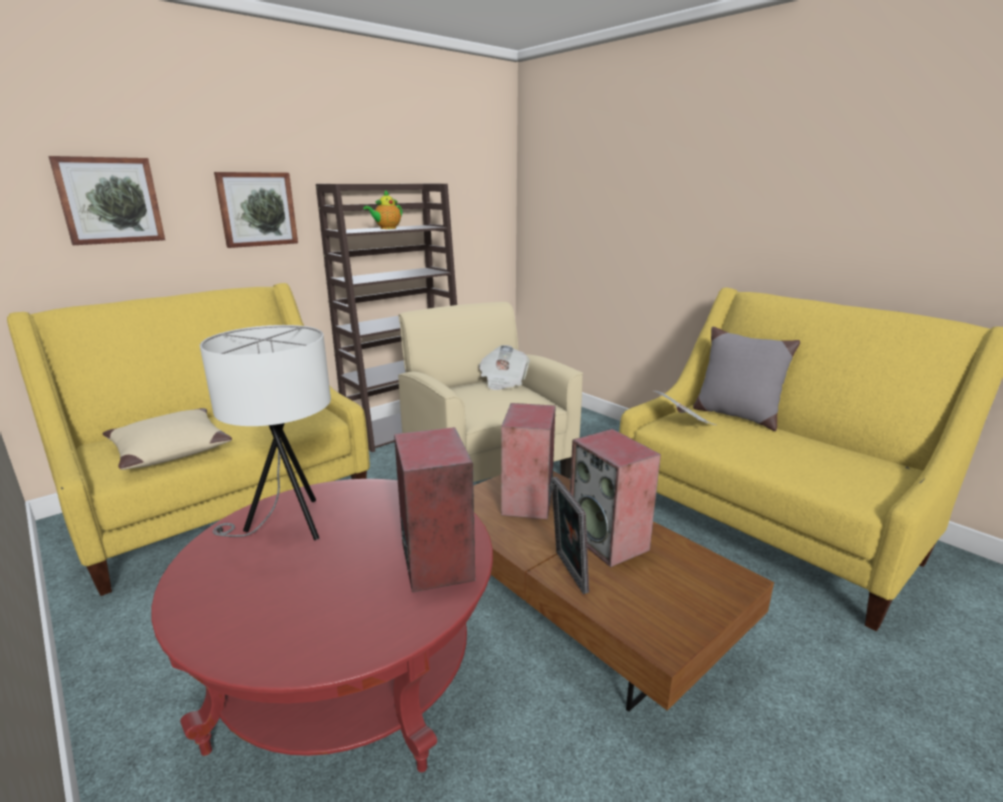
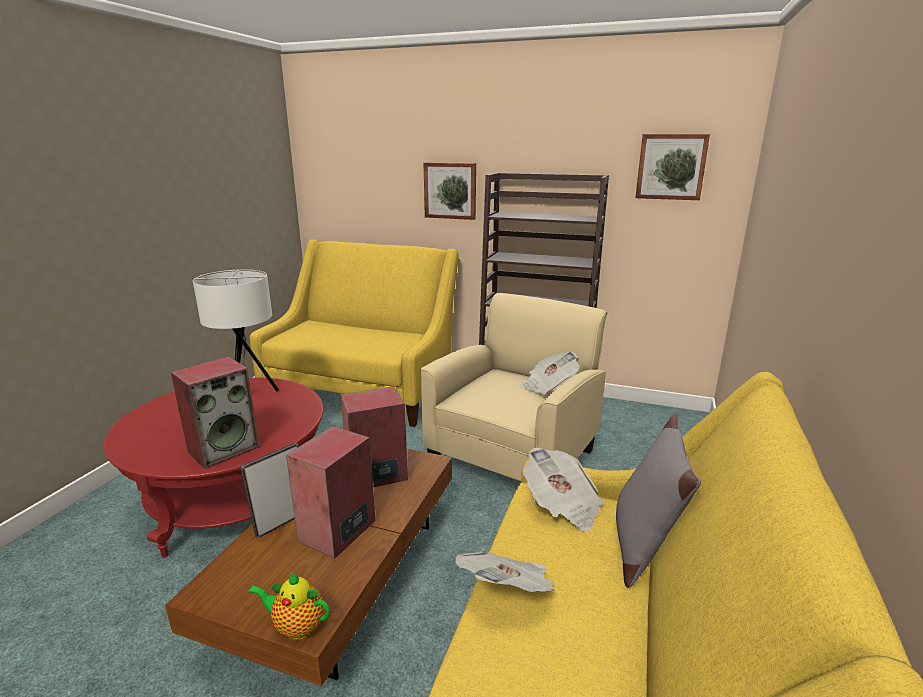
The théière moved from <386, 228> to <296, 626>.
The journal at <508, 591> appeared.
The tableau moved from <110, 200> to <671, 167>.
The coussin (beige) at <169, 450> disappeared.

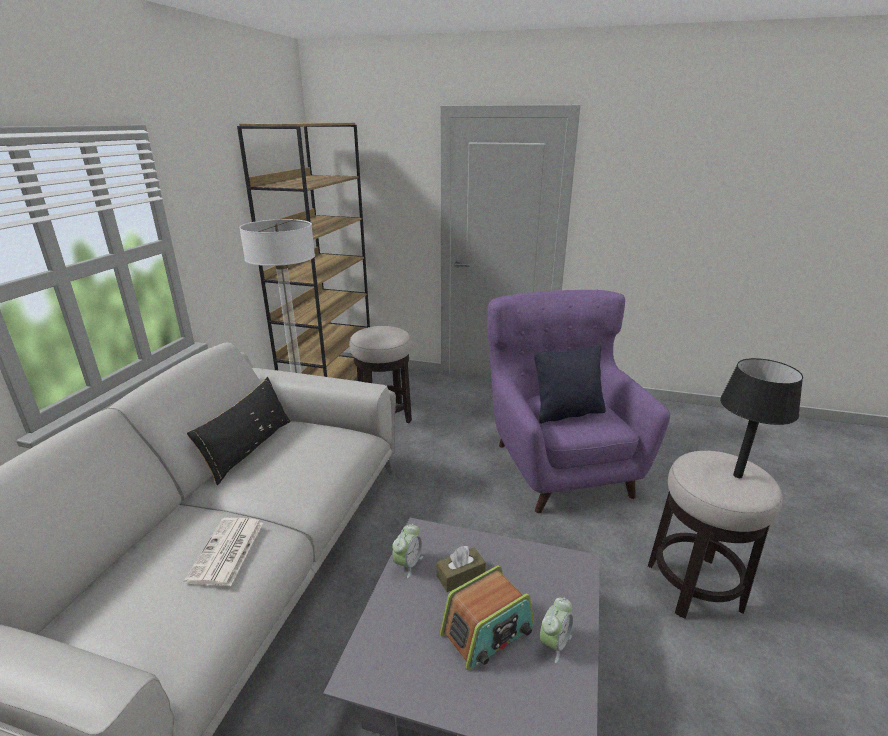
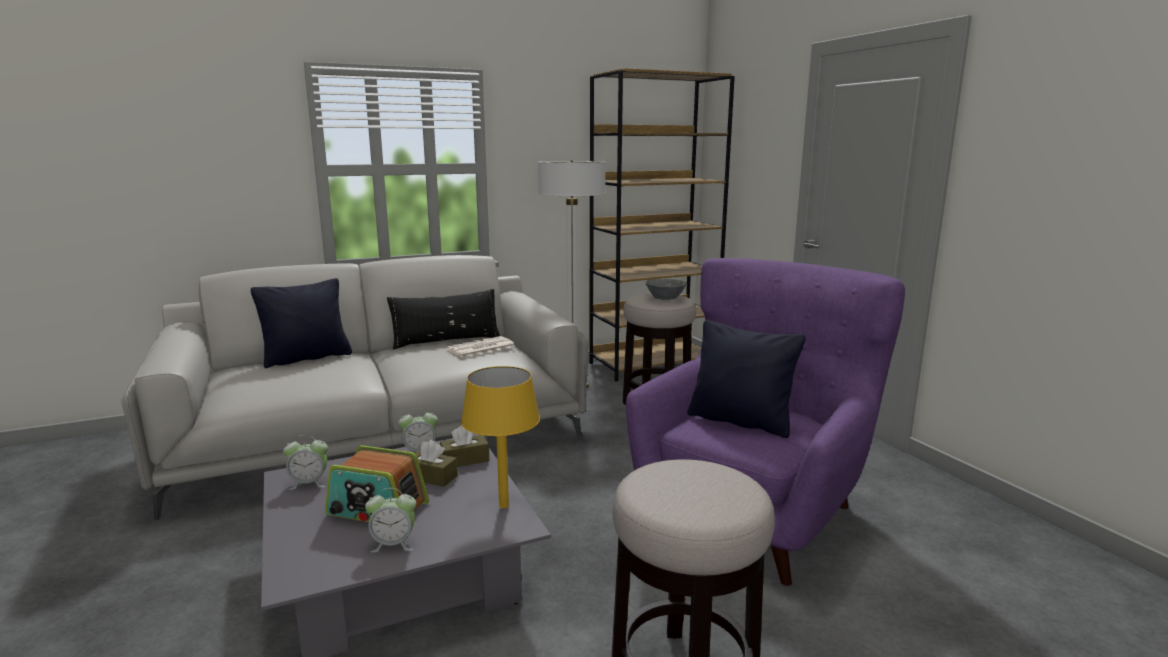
The coussin (noir) at <307, 358> appeared.
The réveil at <309, 483> appeared.
The boîte à mouchoirs (marron) at <465, 460> appeared.
The journal moved from <226, 552> to <480, 348>.
The lampe de table (jaune) at <503, 505> appeared.
The bol (gris) at <665, 298> appeared.
The lampe de table (noir) at <737, 475> disappeared.

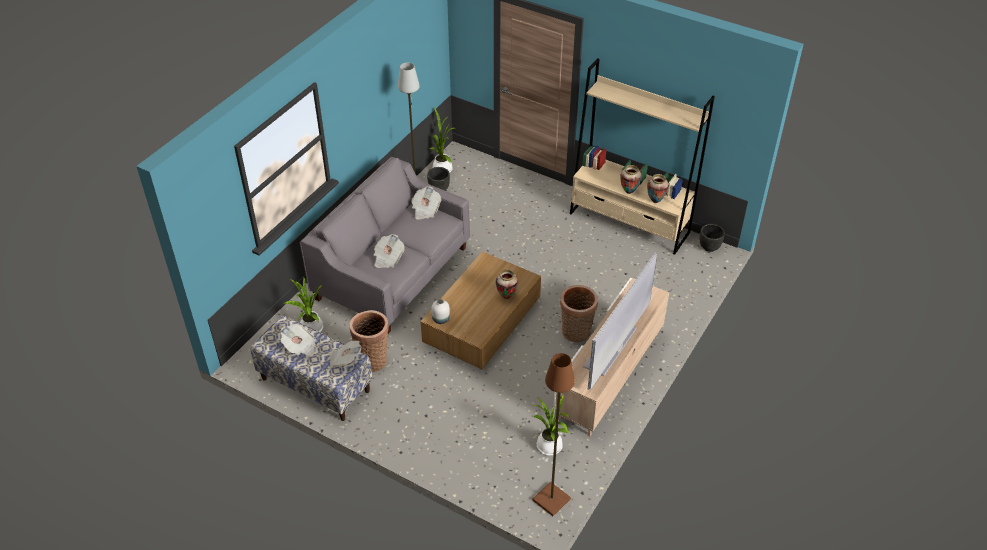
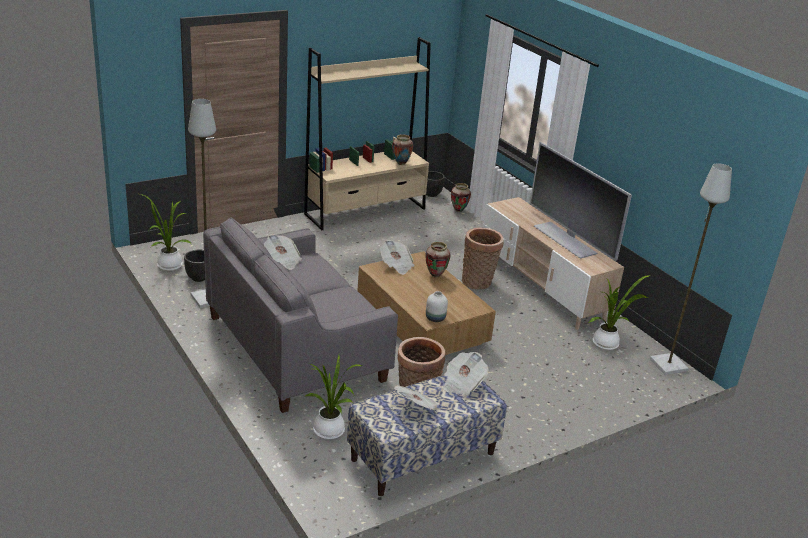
The journal moved from <388, 258> to <396, 265>.
The vase moved from <629, 191> to <458, 210>.
The lampadaire (marron) at <551, 499> became the lampadaire (gris) at <667, 365>.

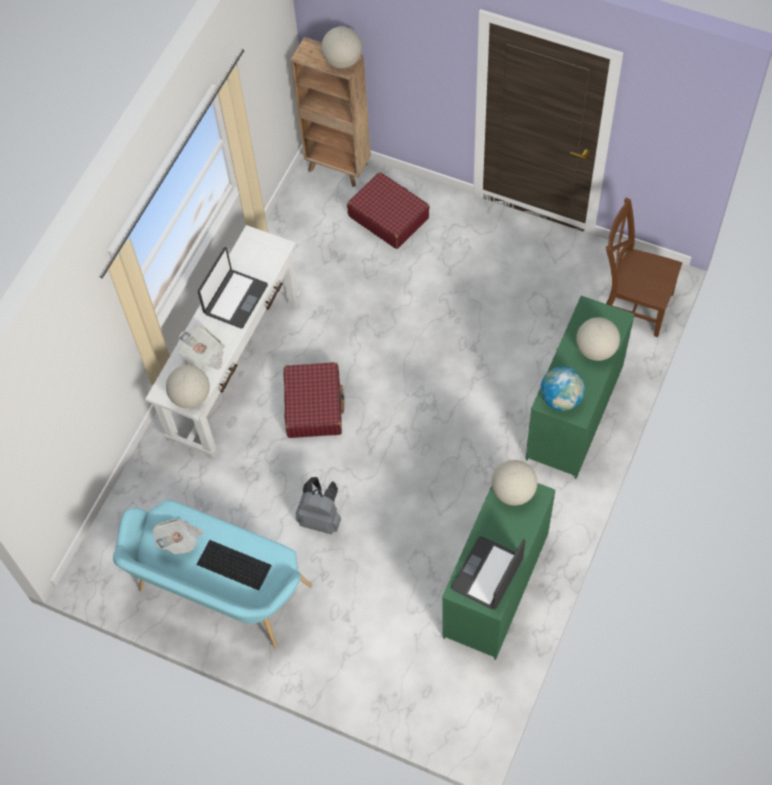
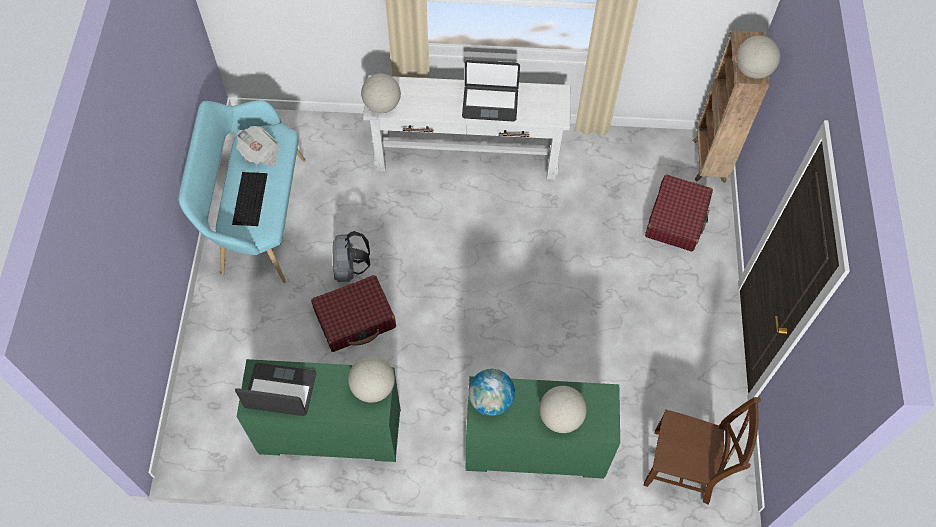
The valise (rouge) moved from <314, 405> to <355, 318>.
The chaise (marron) at <633, 304> turned 105 degrees clockwise.
The journal at <204, 355> disappeared.

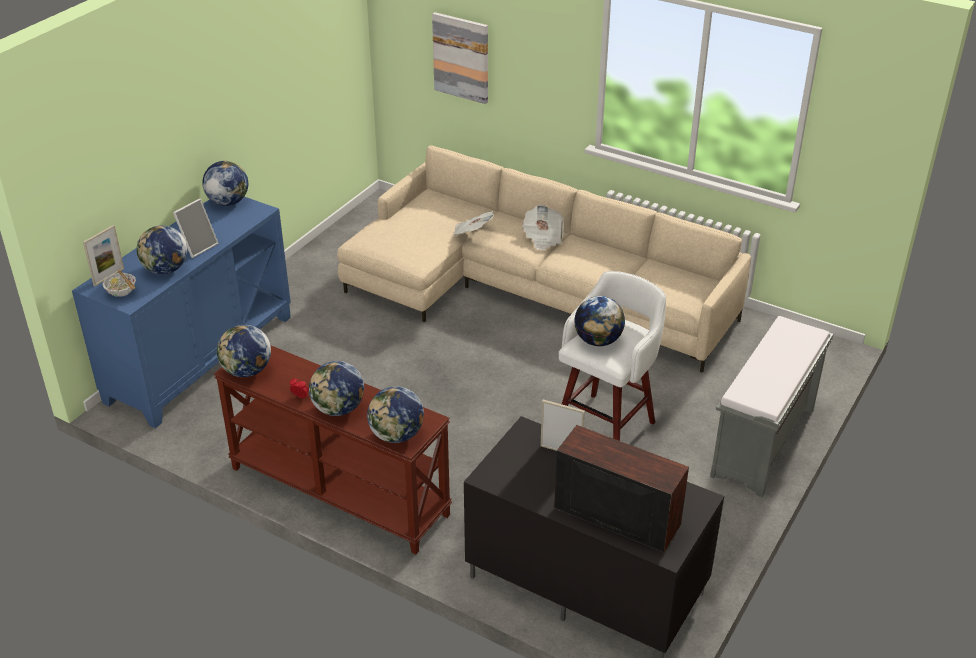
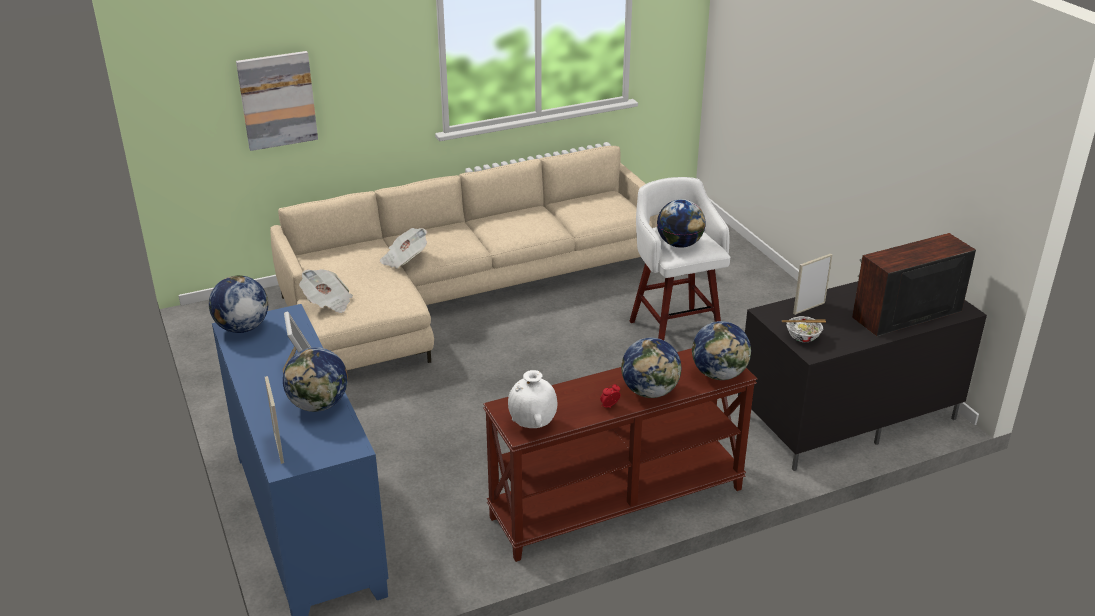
The journal moved from <543, 238> to <328, 302>.
The globe at <247, 371> was replaced by the vase (blanc) at <532, 425>.
The bol moved from <122, 292> to <803, 337>.
The banc (gris) at <763, 443> disappeared.

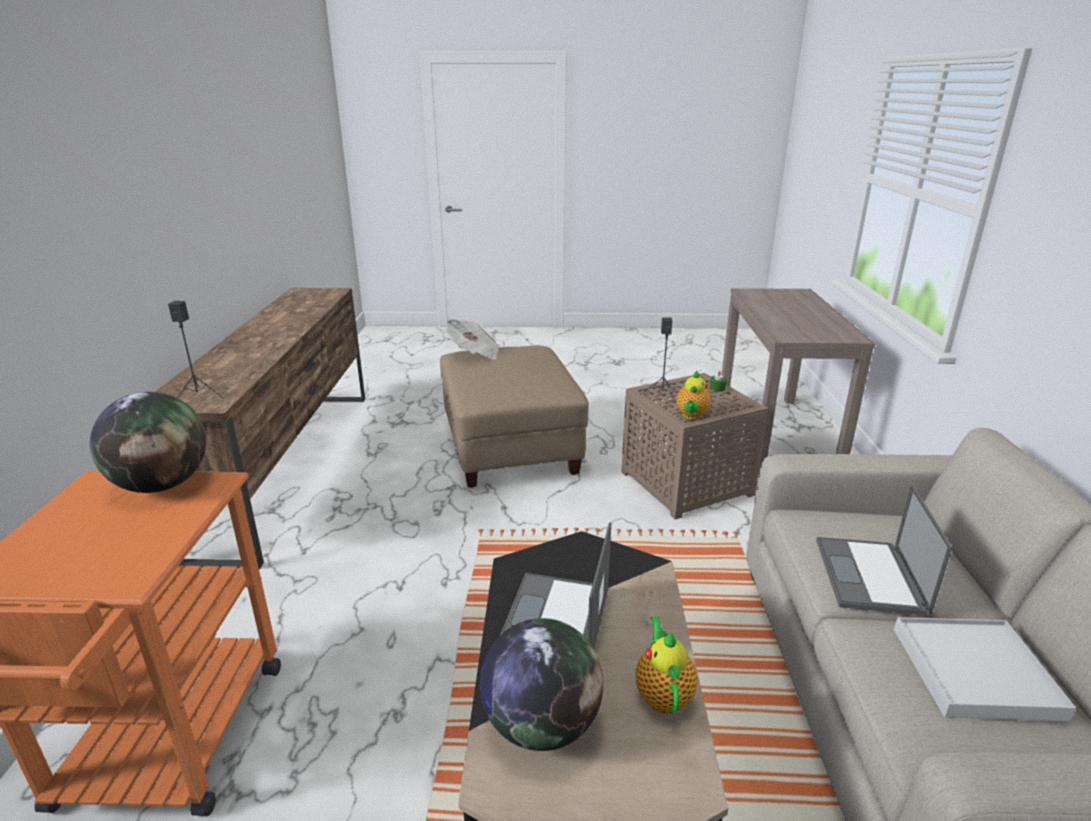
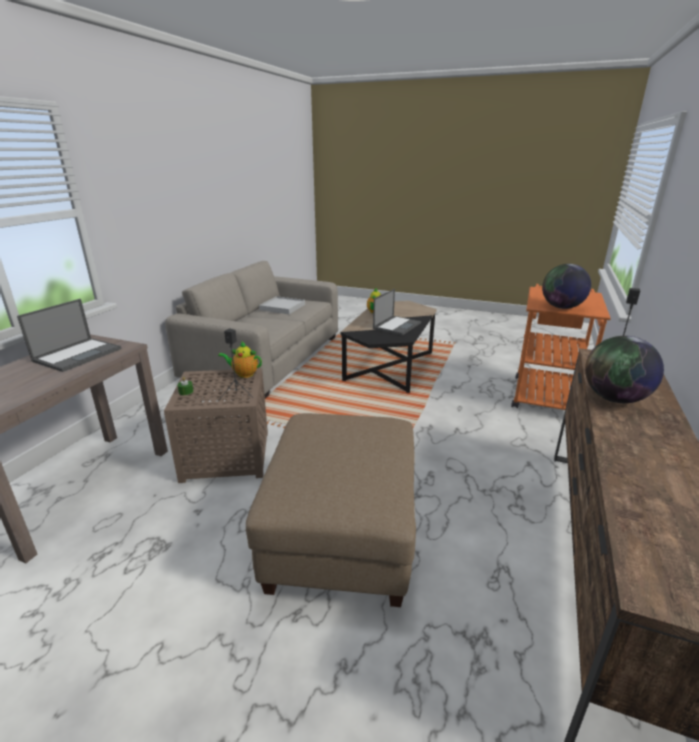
The ordinateur portable moved from <870, 576> to <78, 354>.
The théière at <691, 416> turned 120 degrees counterclockwise.
The globe moved from <541, 725> to <614, 399>.
The journal at <474, 353> disappeared.

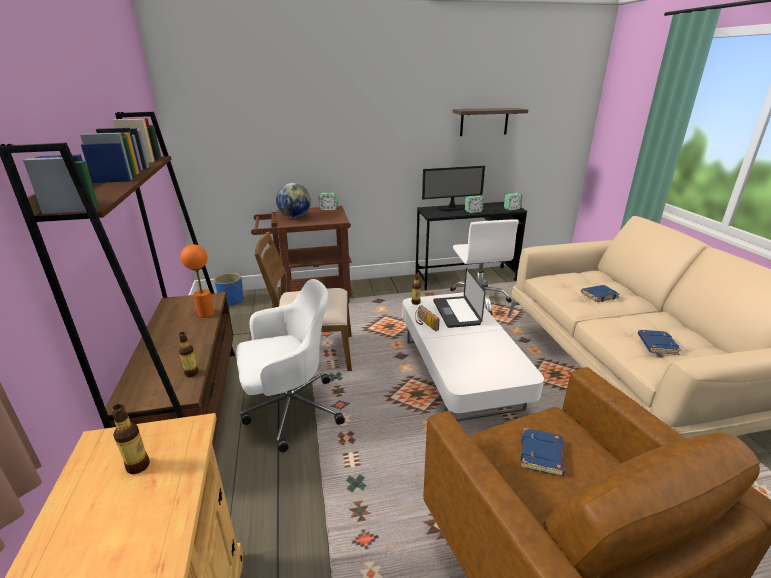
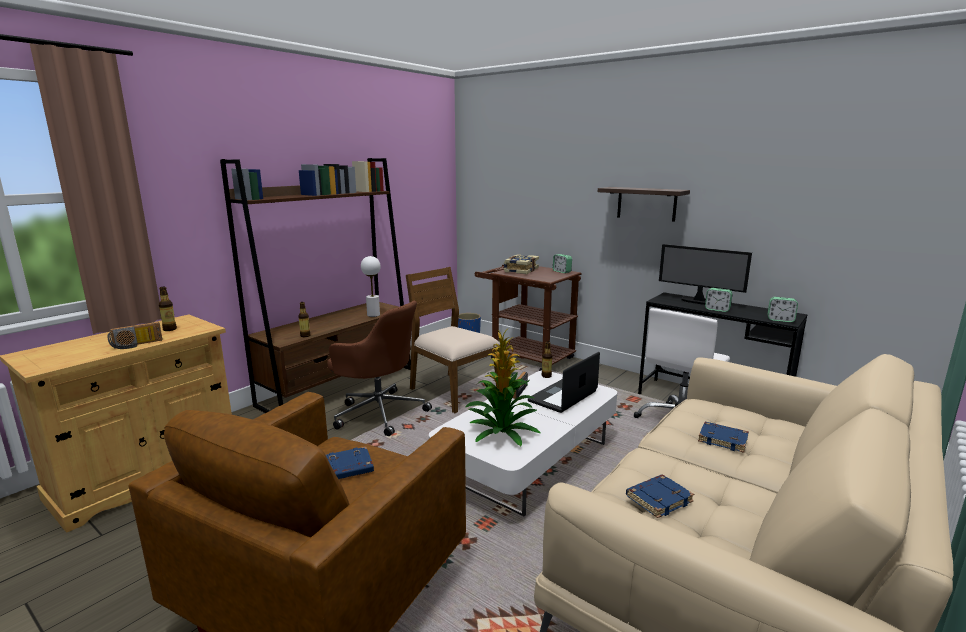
The radio at <137, 345> appeared.
The chaise de bureau (blanc) at <290, 410> became the chaise de bureau (marron) at <379, 412>.
The lampe de table (orange) at <206, 314> became the lampe de table (blanc) at <373, 315>.
The plante en pot at <502, 432> appeared.
The globe at <295, 217> was replaced by the livre at <520, 270>.
The étagère moved from <484, 122> to <646, 203>.

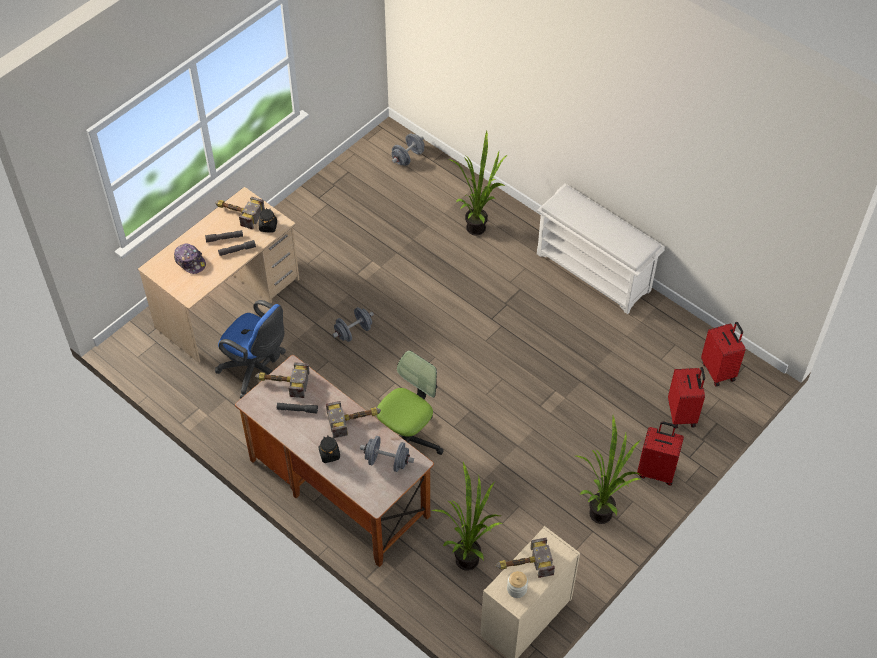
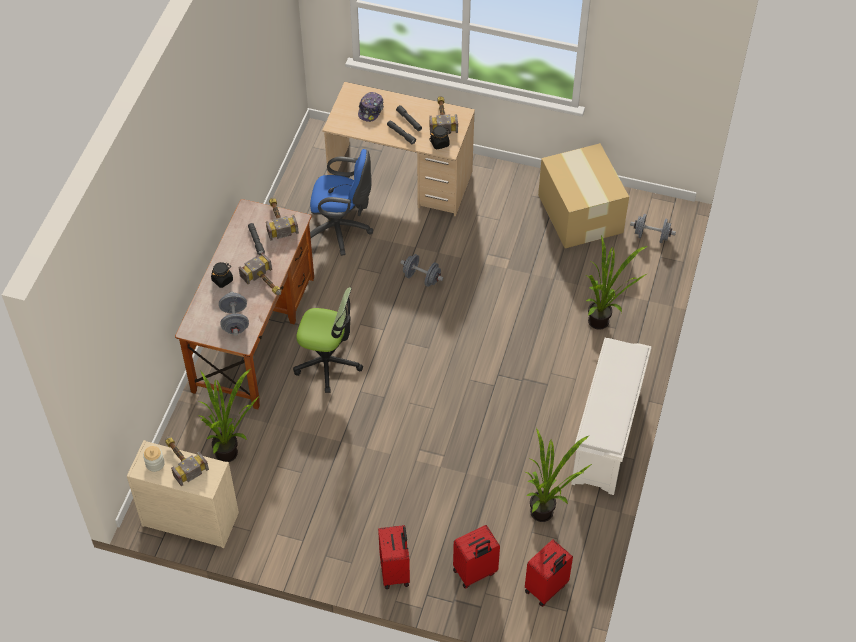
The chaise de bureau (bleu) at <257, 372> turned 90 degrees counterclockwise.
The plante en pot moved from <603, 510> to <547, 513>.
The carton at <580, 212> appeared.

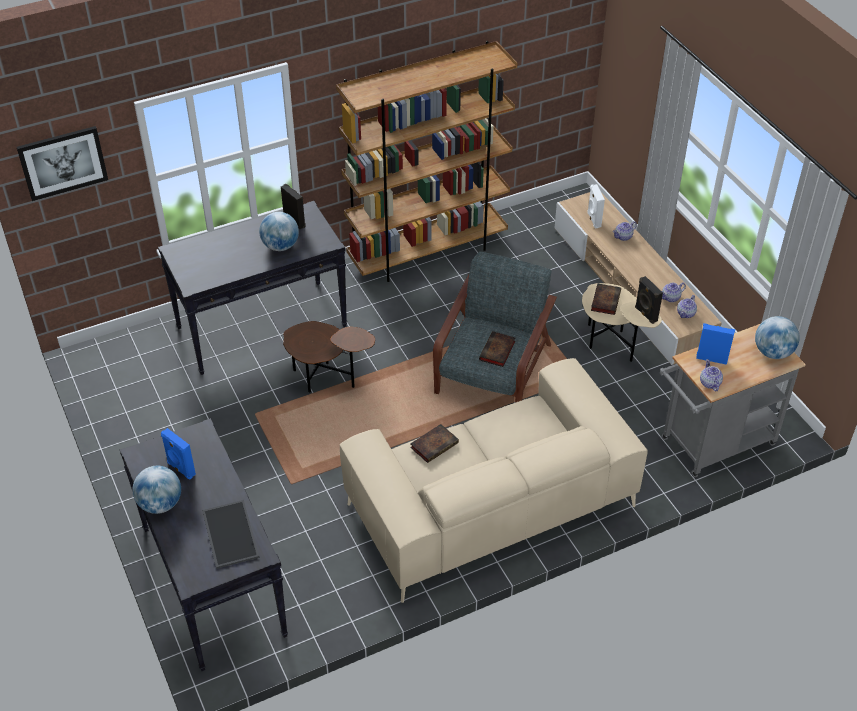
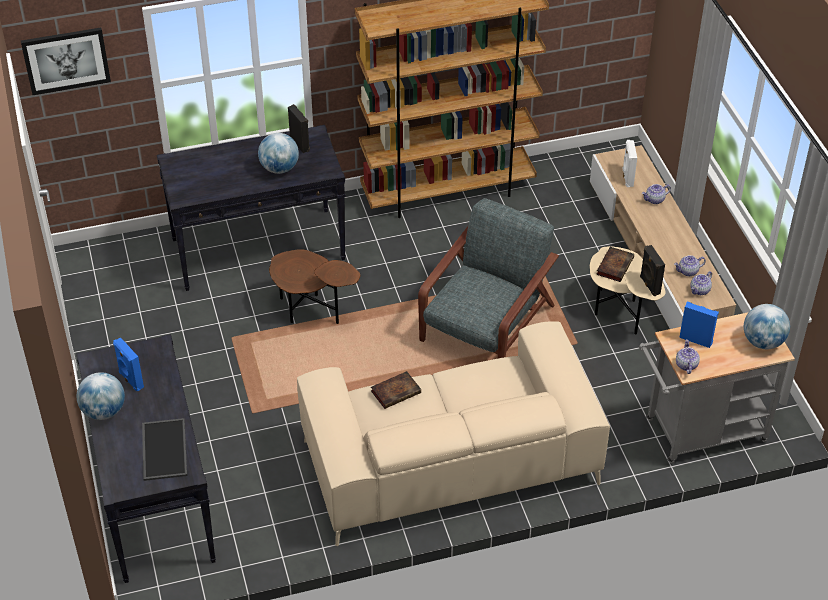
The livre at <497, 352> disappeared.

